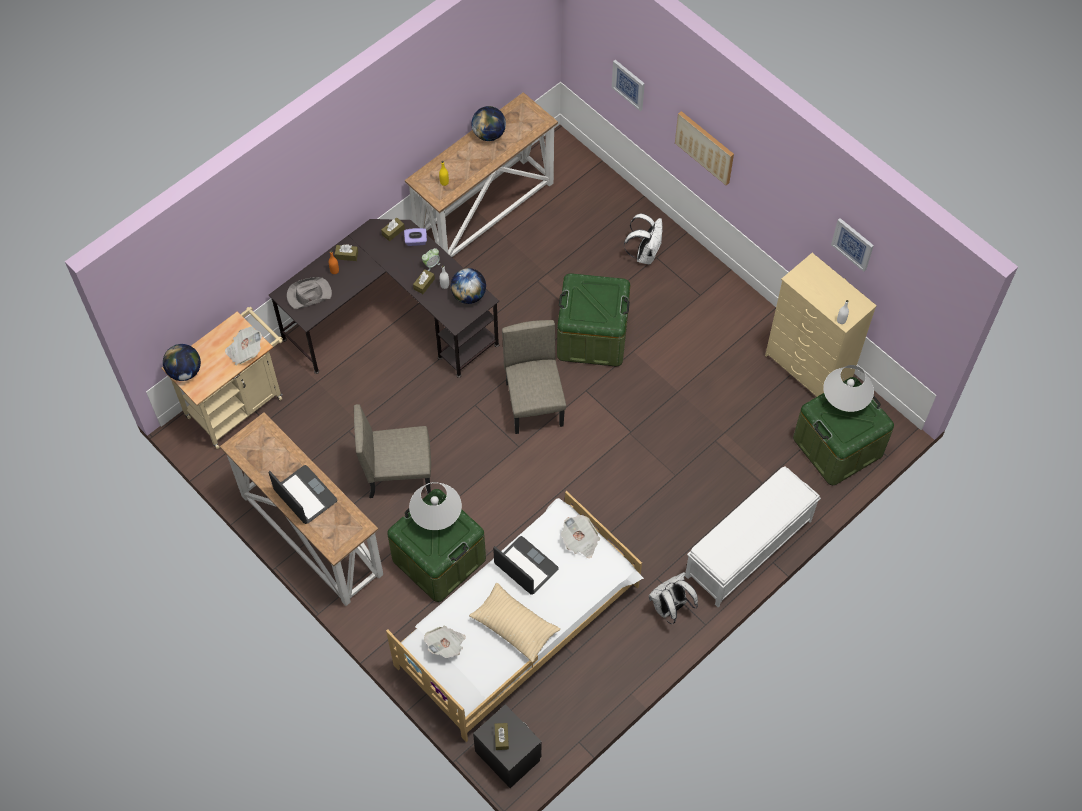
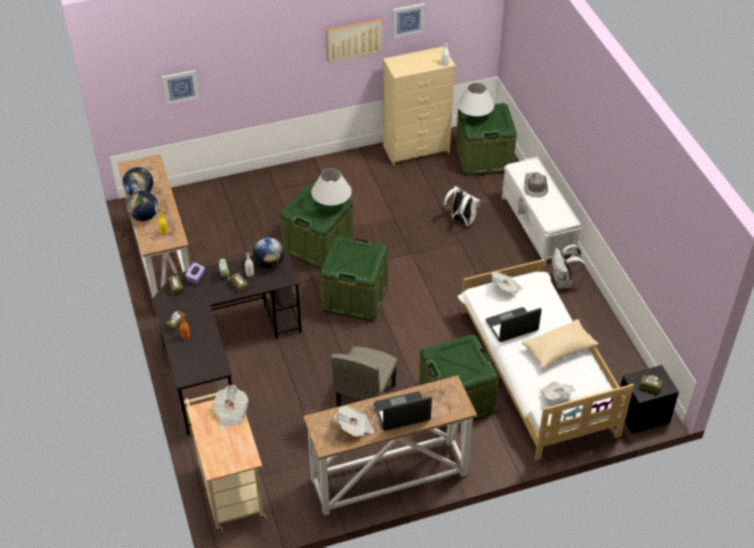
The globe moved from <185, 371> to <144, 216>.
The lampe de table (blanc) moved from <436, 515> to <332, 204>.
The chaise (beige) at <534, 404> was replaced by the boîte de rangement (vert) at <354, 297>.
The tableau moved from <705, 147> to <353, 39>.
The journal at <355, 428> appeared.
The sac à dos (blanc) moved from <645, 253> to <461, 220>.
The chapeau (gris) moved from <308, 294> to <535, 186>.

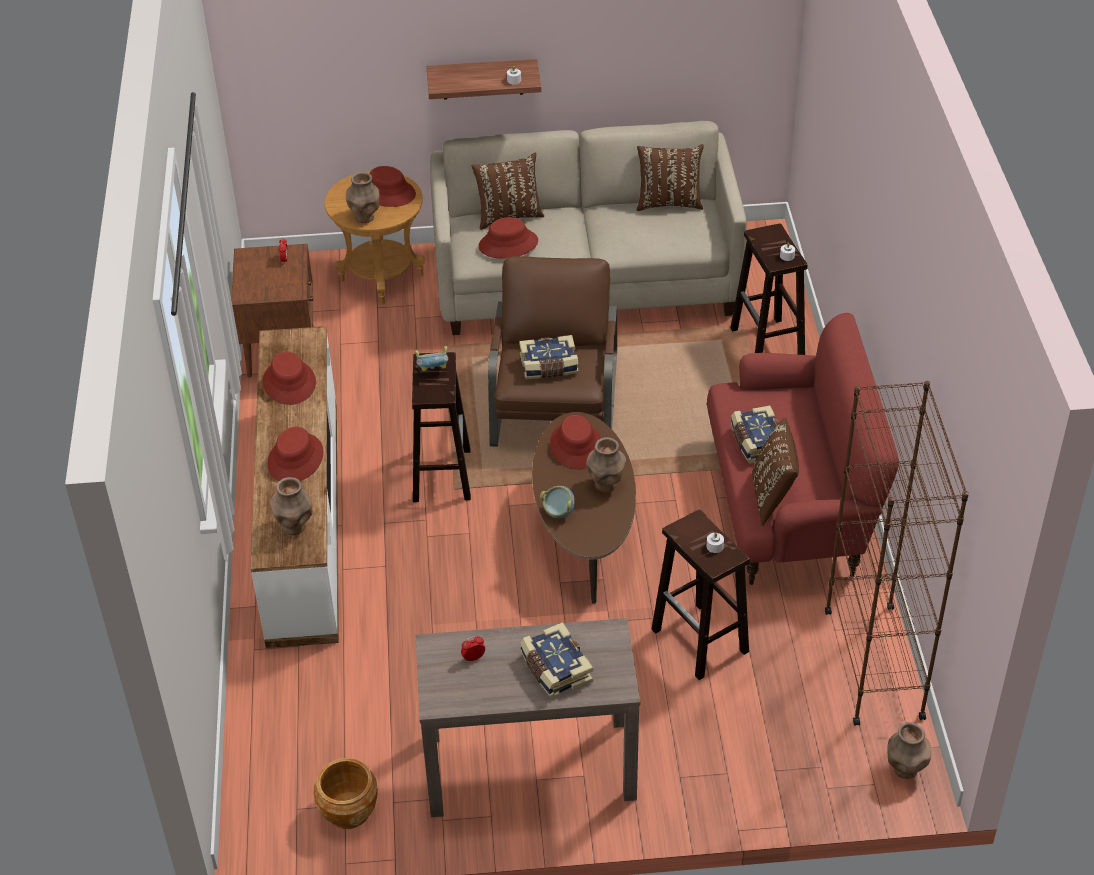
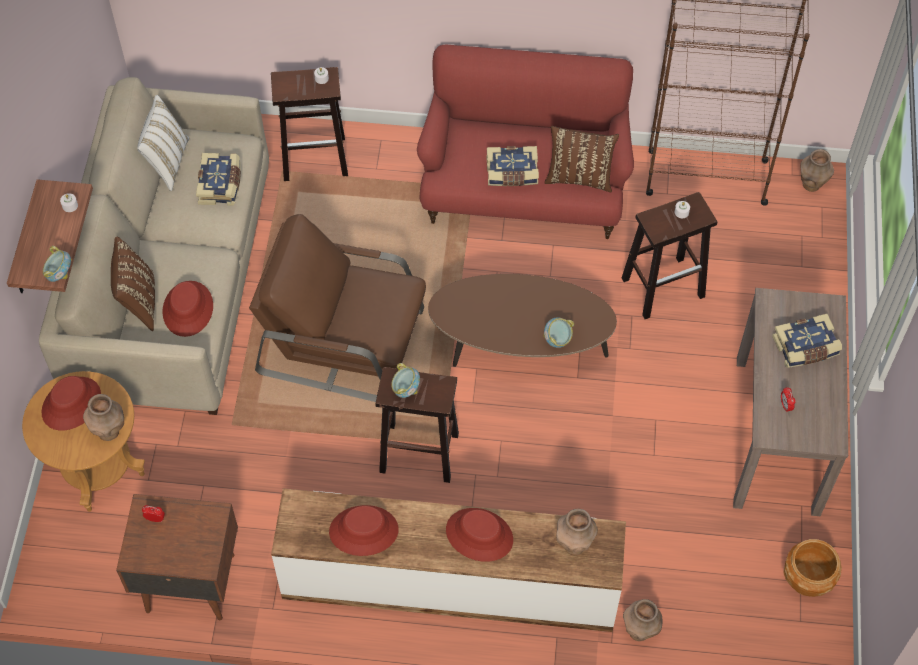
The bol at <60, 274> appeared.
The coussin (marron) at <669, 202> became the coussin (blanc) at <167, 162>.
The livre moved from <549, 366> to <221, 185>.
The vase (marron) moved from <605, 485> to <640, 631>.
The chapeau (rouge) at <576, 445> disappeared.

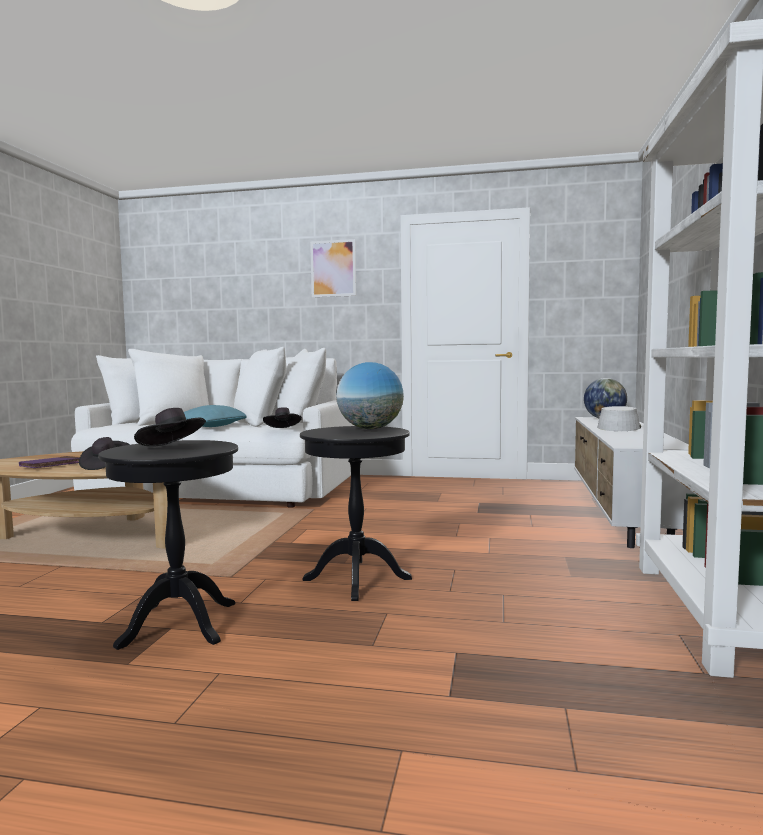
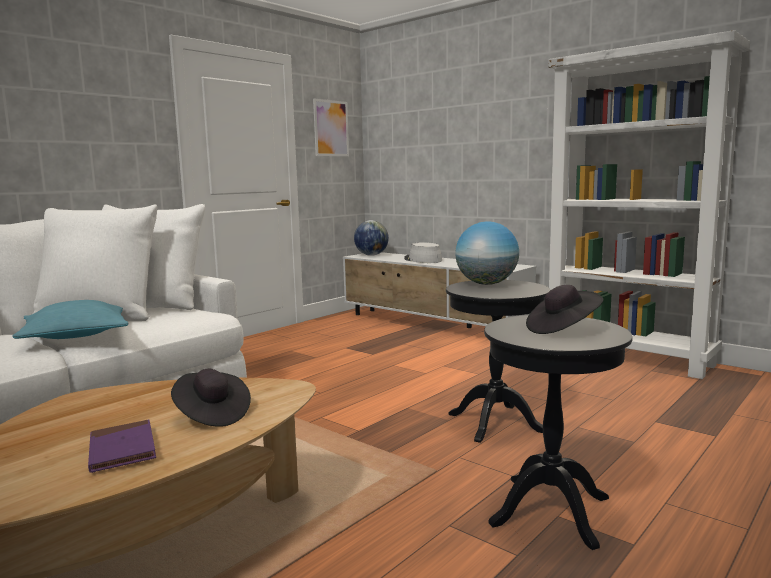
The tableau moved from <333, 268> to <331, 128>.
The chapeau (noir) at <283, 429> disappeared.

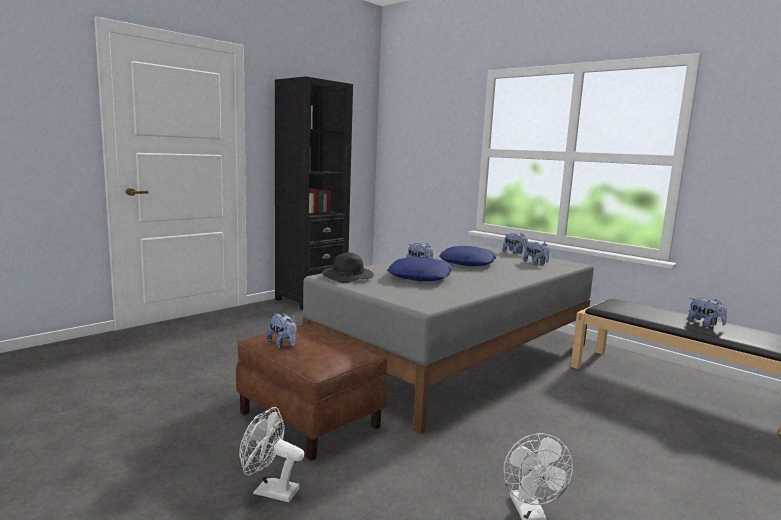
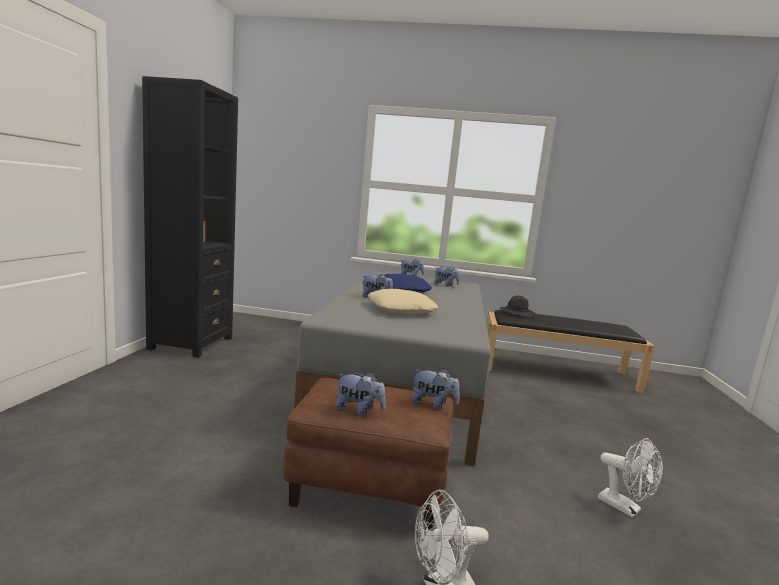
The coussin (bleu) at <420, 277> became the coussin (beige) at <401, 309>.
The peluche moved from <705, 324> to <433, 404>.
The chapeau (noir) moved from <348, 277> to <517, 313>.

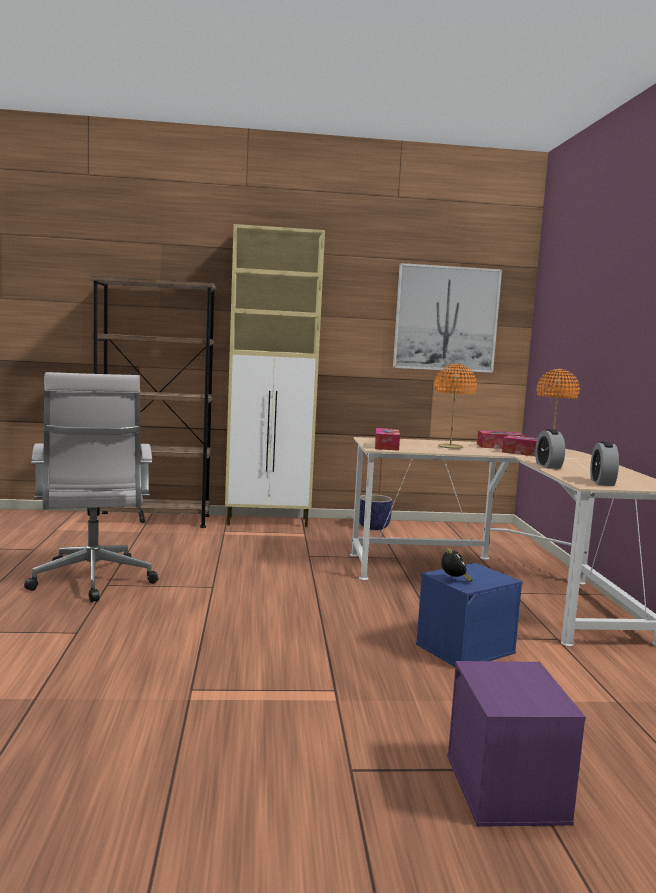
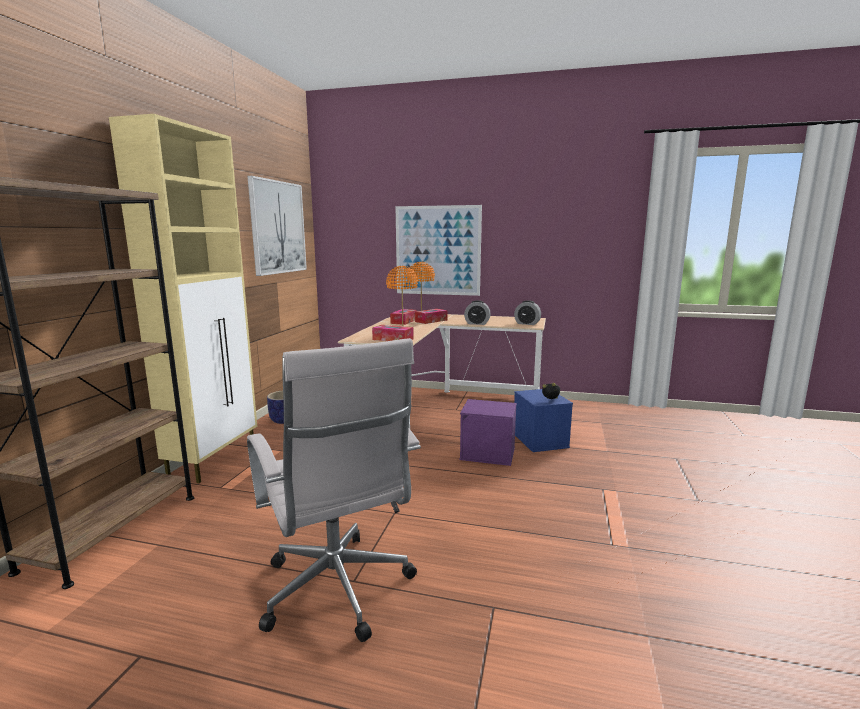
The chaise de bureau (blanc) at <93, 582> turned 60 degrees clockwise.
The tableau at <437, 250> appeared.
The boîte de rangement (violet) moved from <507, 789> to <488, 453>.

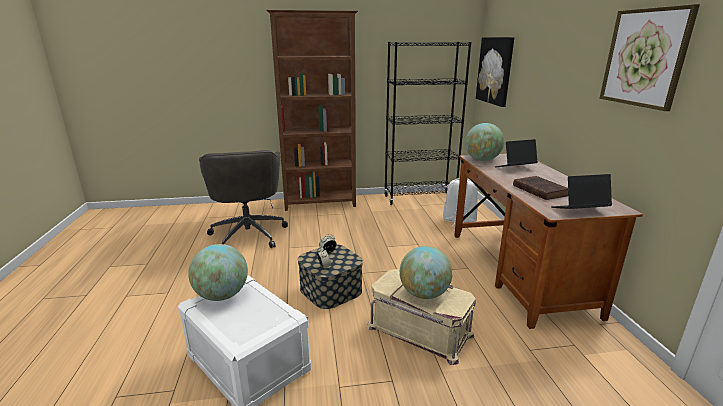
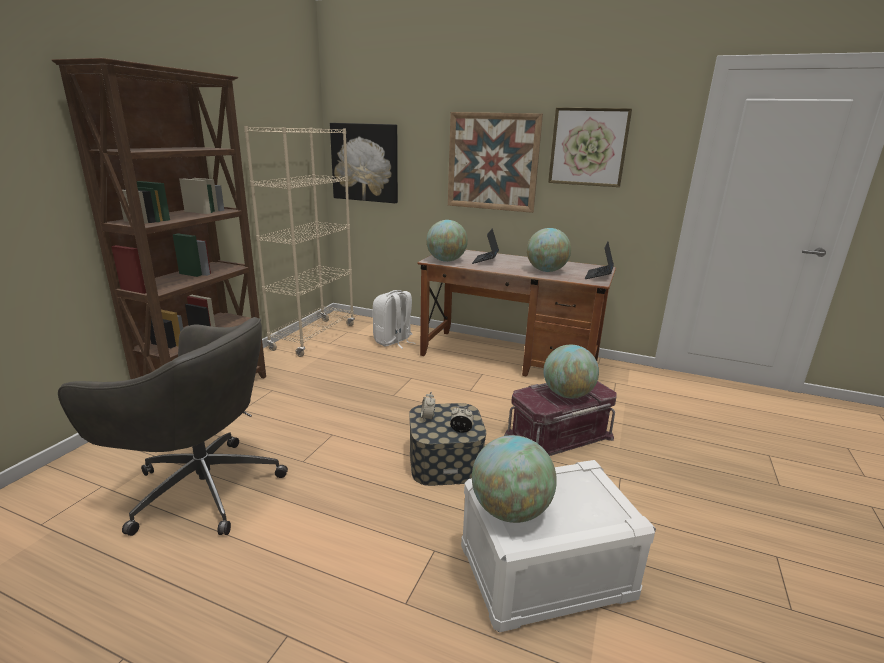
The bibliothèque (noir) at <419, 198> became the bibliothèque (beige) at <314, 337>.
The tableau at <492, 162> appeared.
The boîte de rangement (beige) at <420, 330> became the boîte de rangement (rouge) at <558, 435>.
The livre (marron) at <538, 190> was replaced by the globe at <546, 271>.

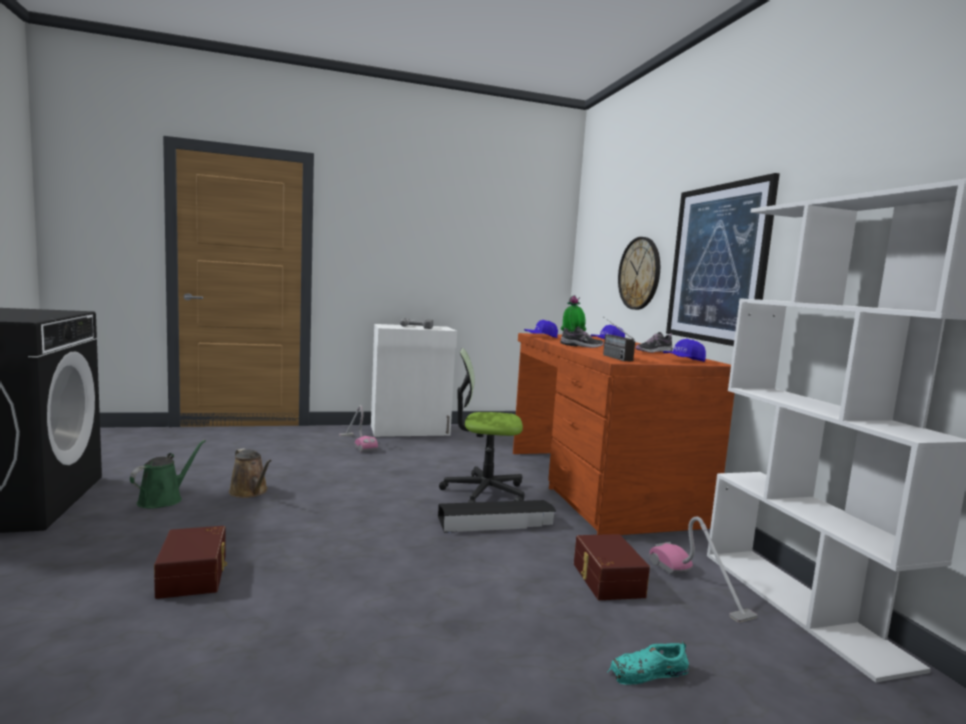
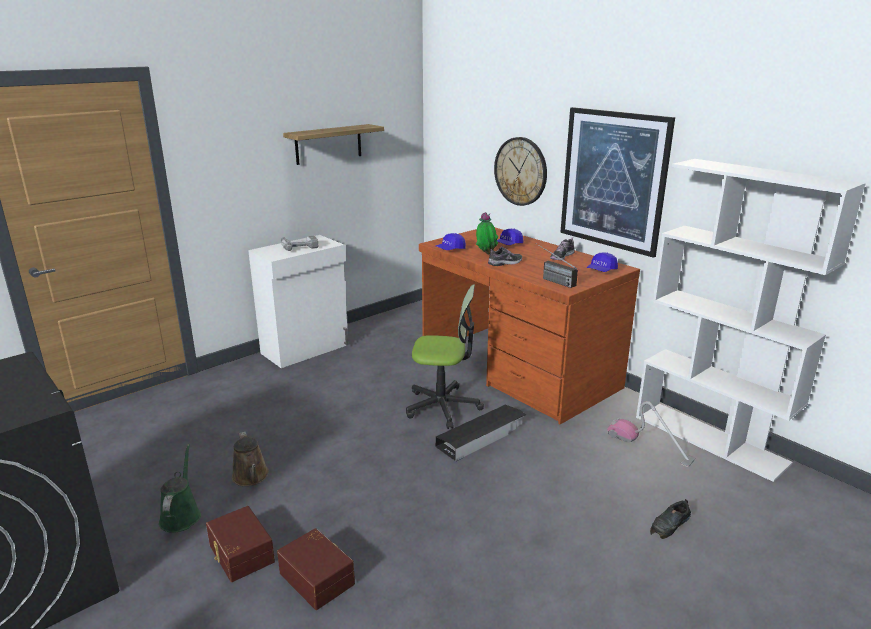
The boîte de rangement (marron) moved from <606, 580> to <240, 554>.
The arrosoir (marron) at <250, 492> turned 45 degrees clockwise.
The étagère at <328, 144> appeared.
The chaise de bureau at <484, 492> turned 150 degrees counterclockwise.
The chaussure (turquoise) at <647, 672> became the chaussure (noir) at <670, 525>.
The aspirateur at <357, 443> disappeared.

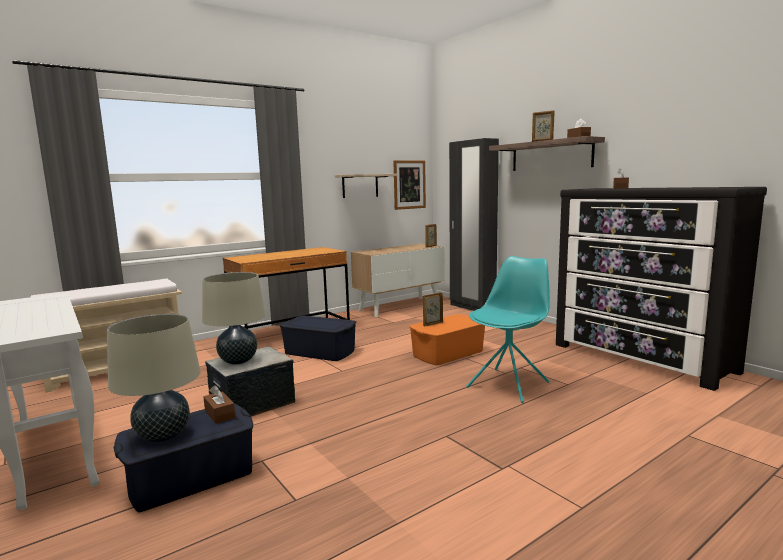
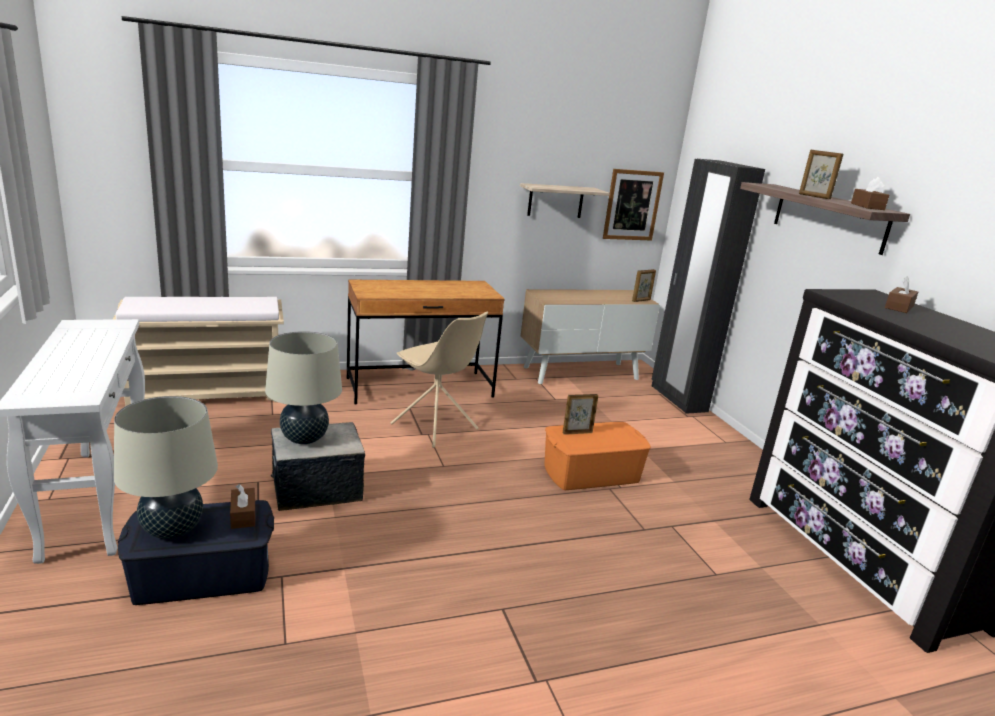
The boîte de rangement (bleu) at <320, 352> was replaced by the chaise (beige) at <435, 427>.
The chaise (turquoise) at <509, 384> disappeared.

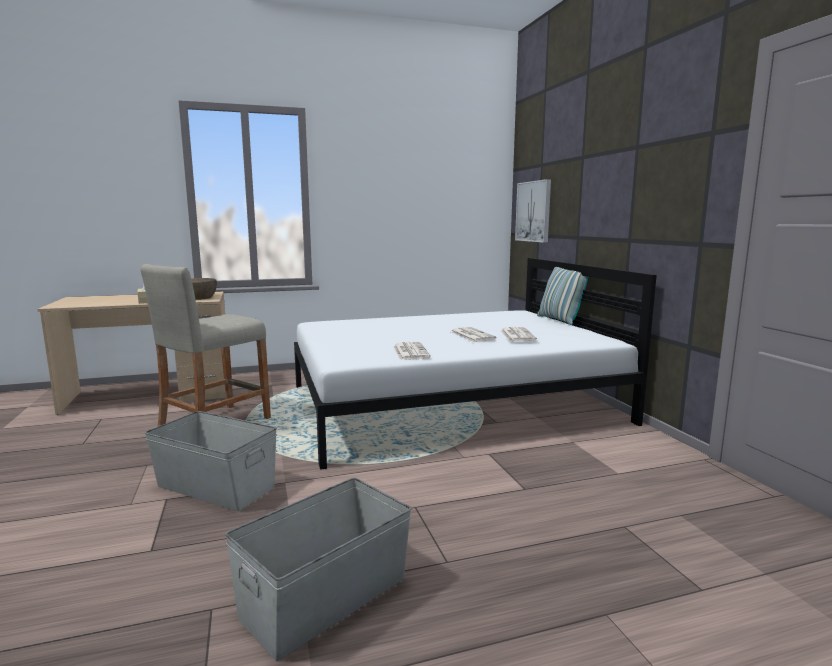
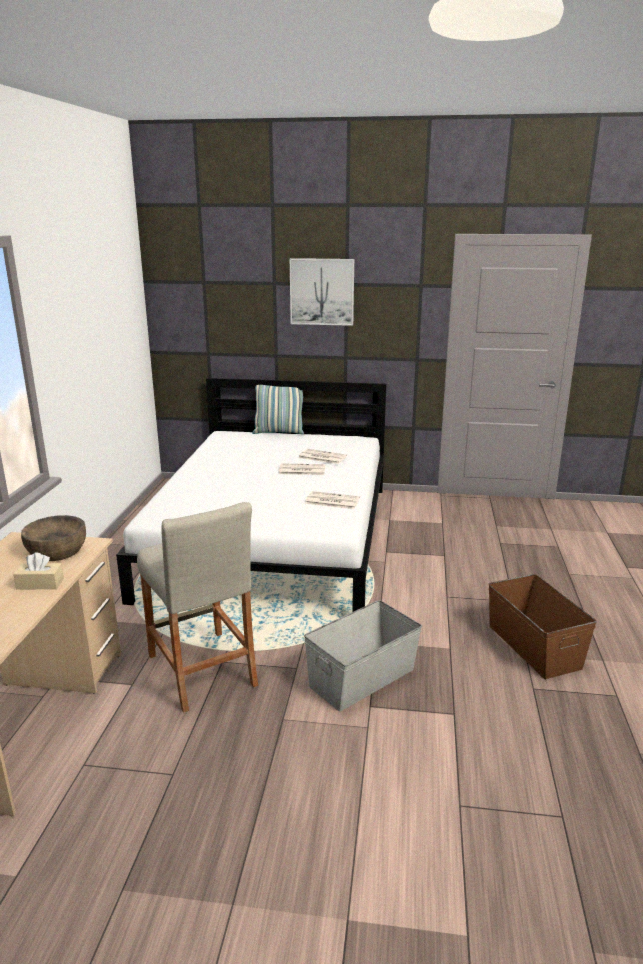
The tableau moved from <533, 211> to <322, 292>.
The boîte de rangement (gris) at <326, 597> became the boîte de rangement (marron) at <534, 646>.

